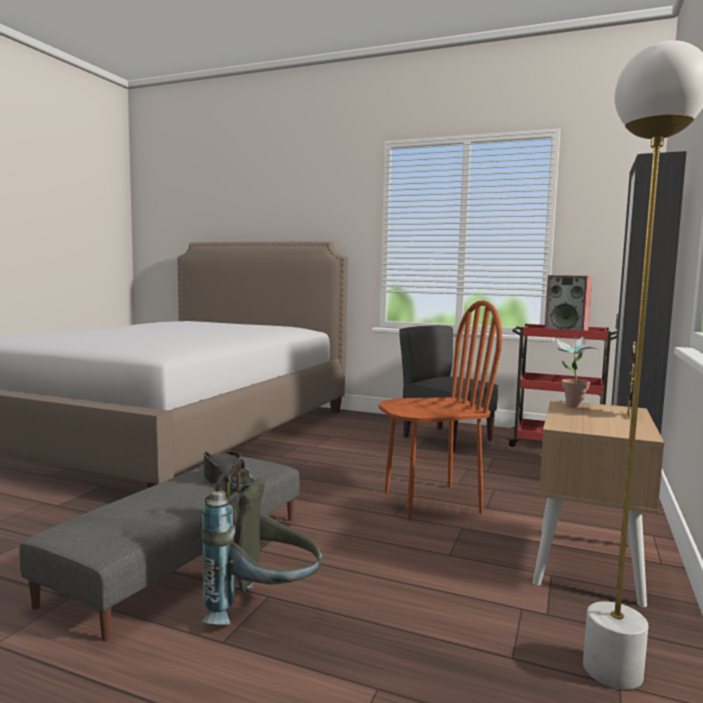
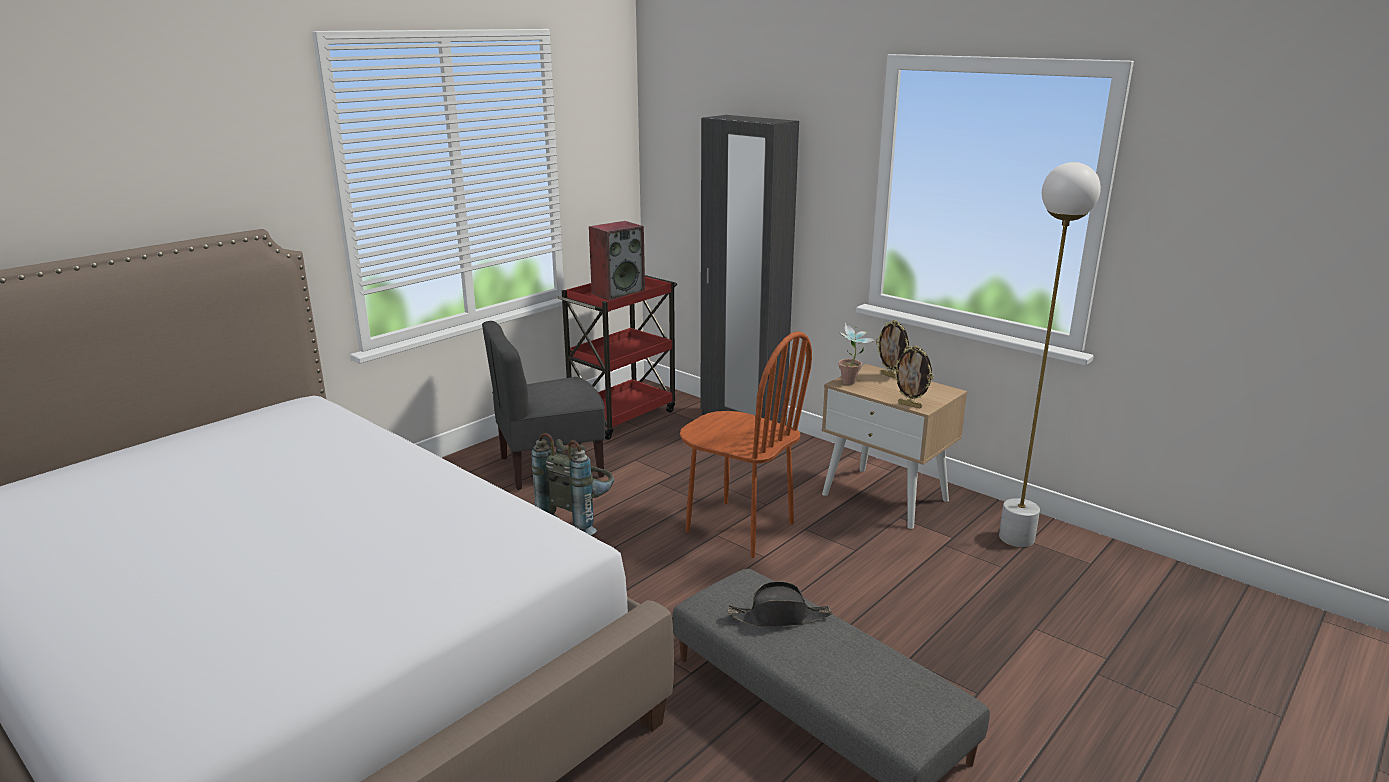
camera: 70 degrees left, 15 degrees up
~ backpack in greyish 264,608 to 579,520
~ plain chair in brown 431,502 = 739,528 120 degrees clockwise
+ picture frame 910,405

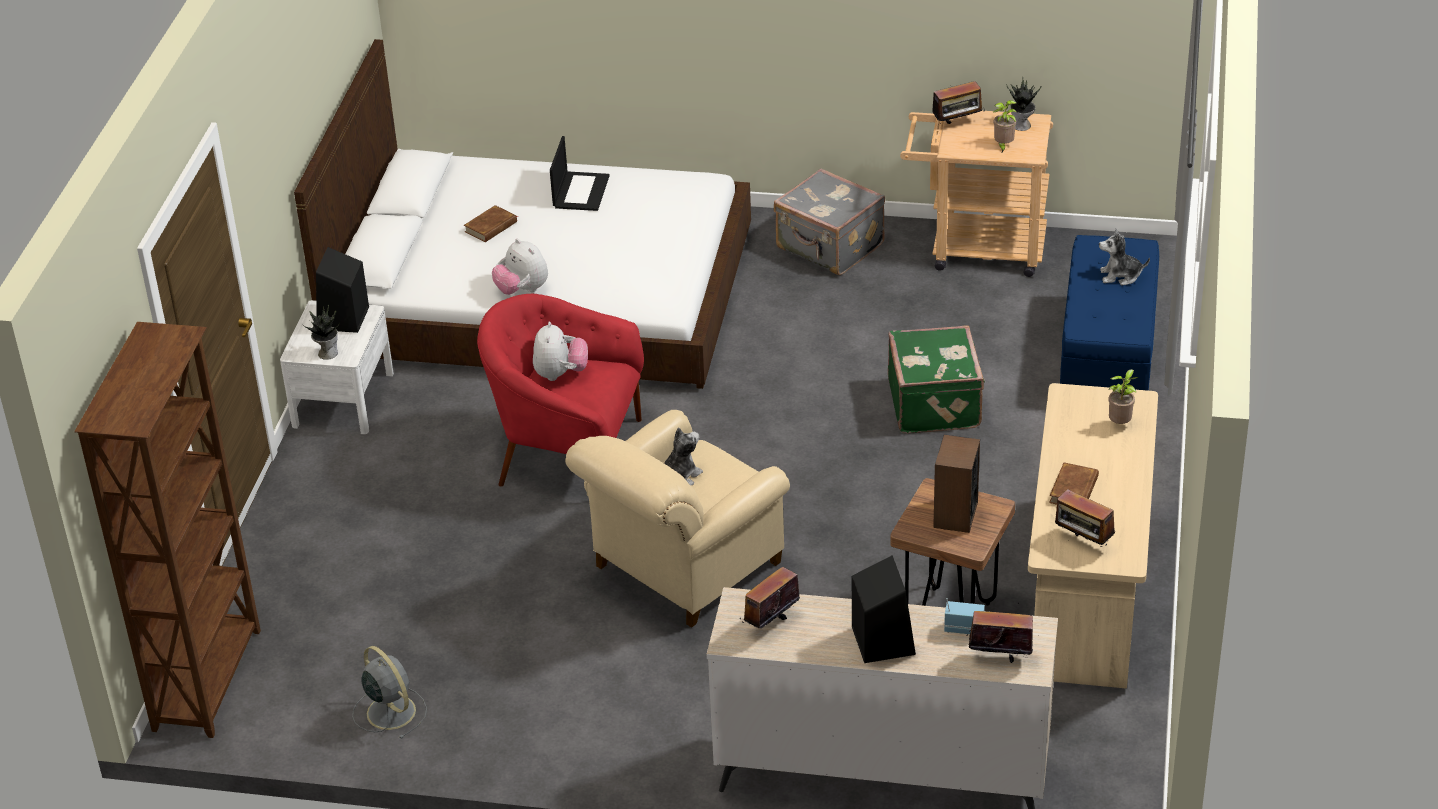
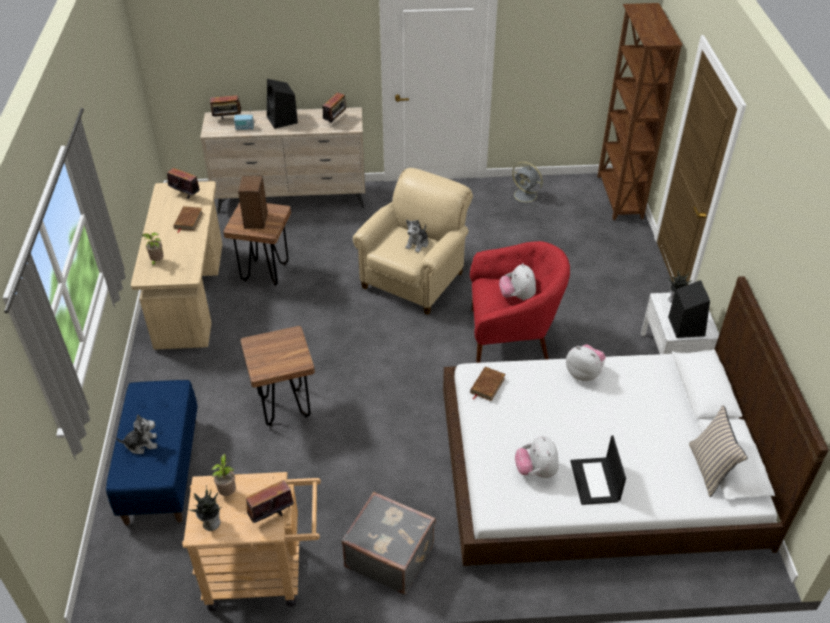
camera: 165 degrees right, 5 degrees up
~ travel case in green-coloured 936,404 to sitting stool in brown 285,407
~ book in brown 491,227 to 487,385
+ soft toy 536,471
+ pillow in beige 709,468

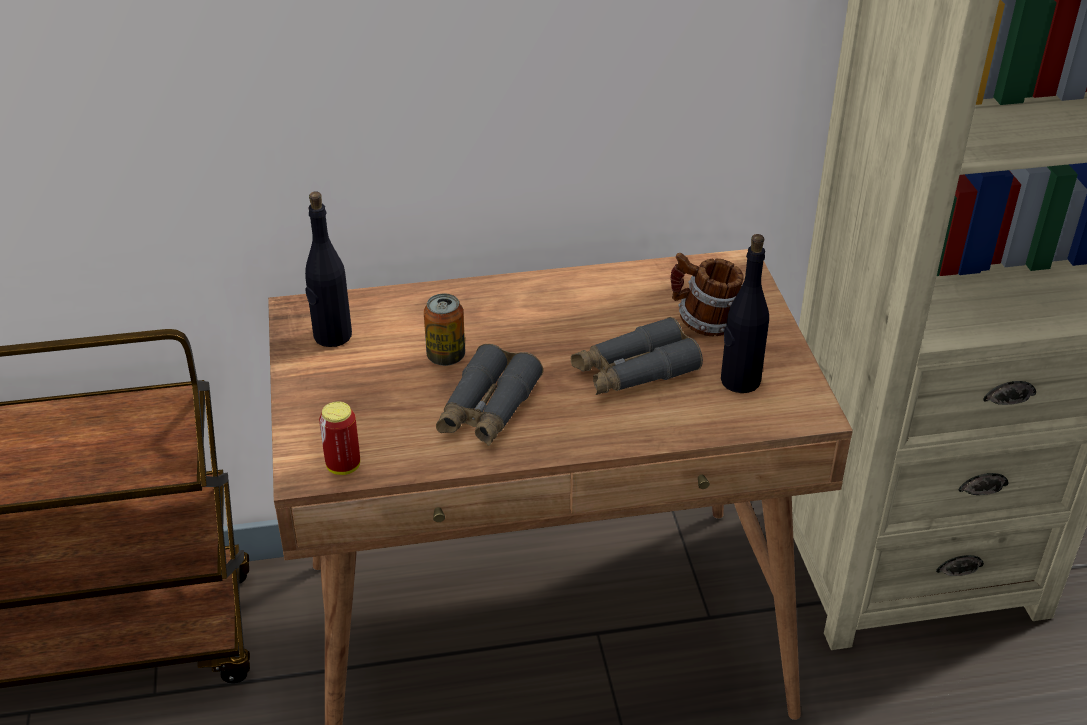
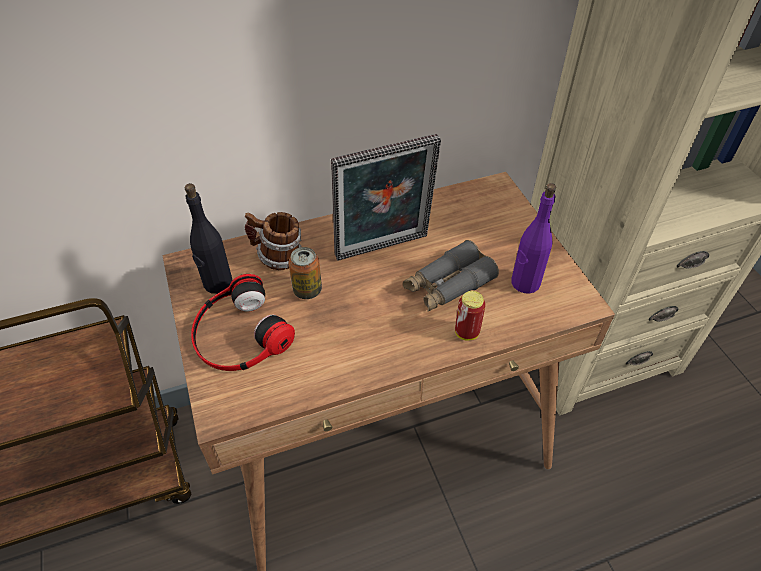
camera: 10 degrees left, 10 degrees up
+ pair of headphones 239,334
~ mug 703,322 to 277,258
+ picture frame 383,249
~ can 343,466 to 466,332
~ drink bottle in black-coloured 739,381 to drink bottle in purple-coloured 525,283
- pair of binoculars in greyish 488,409

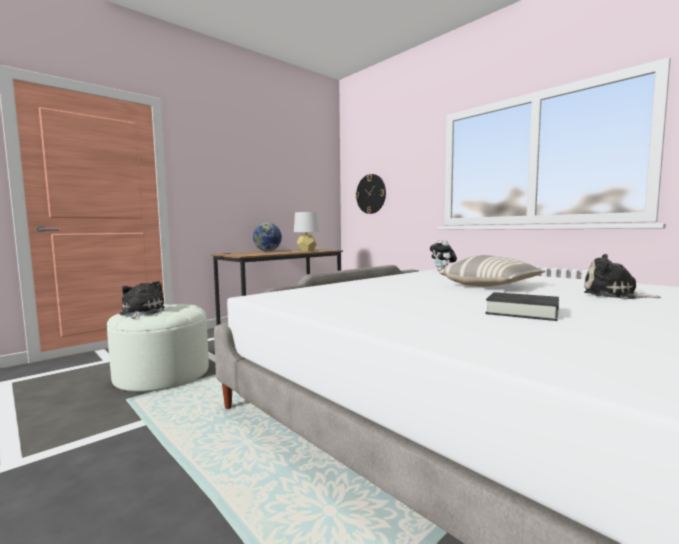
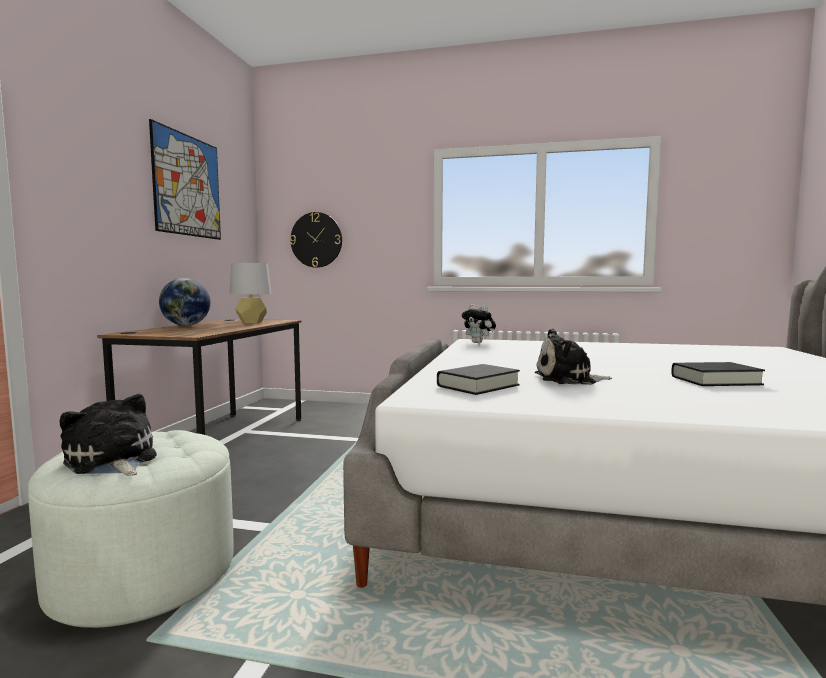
camera: 35 degrees left, 0 degrees up
+ picture 187,185
+ book in black-coloured 478,385
~ soft toy 614,295 to 568,379
- pillow 491,286

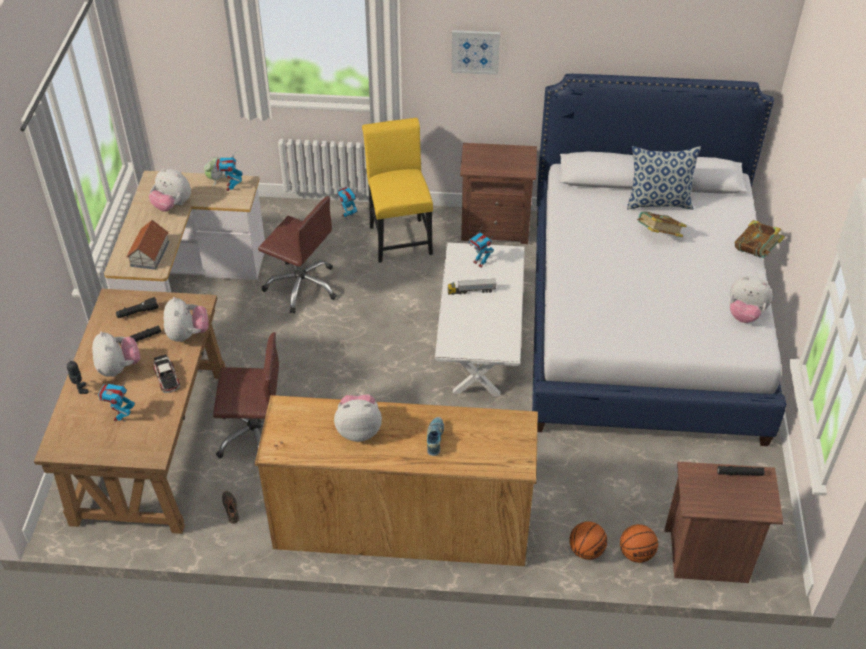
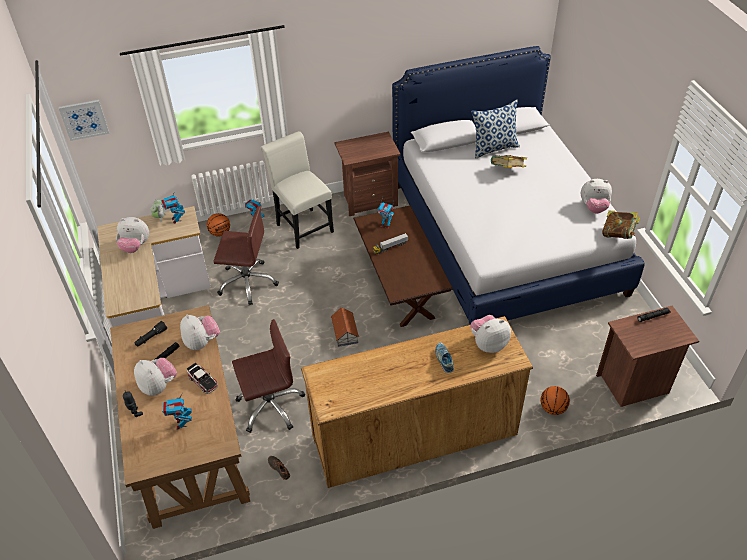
camera: 20 degrees left, 0 degrees up
~ picture 475,51 to 84,119
~ basketball 636,553 to 220,233
~ plain chair in yellowish 399,236 to plain chair in white-coloured 302,226
~ toy house 150,253 to 345,332
~ coffee table in white-coloured 480,342 to coffee table in brown 401,284
~ soft toy 359,430 to 488,344
~ book 756,252 to 618,234

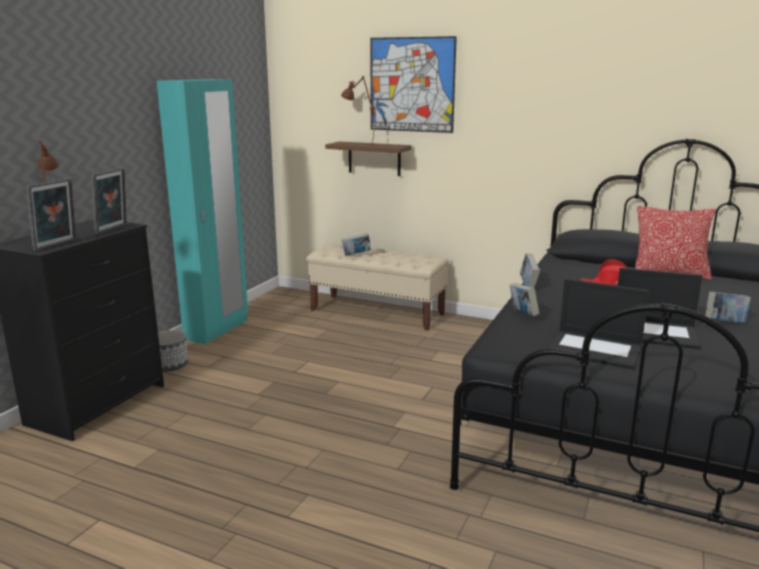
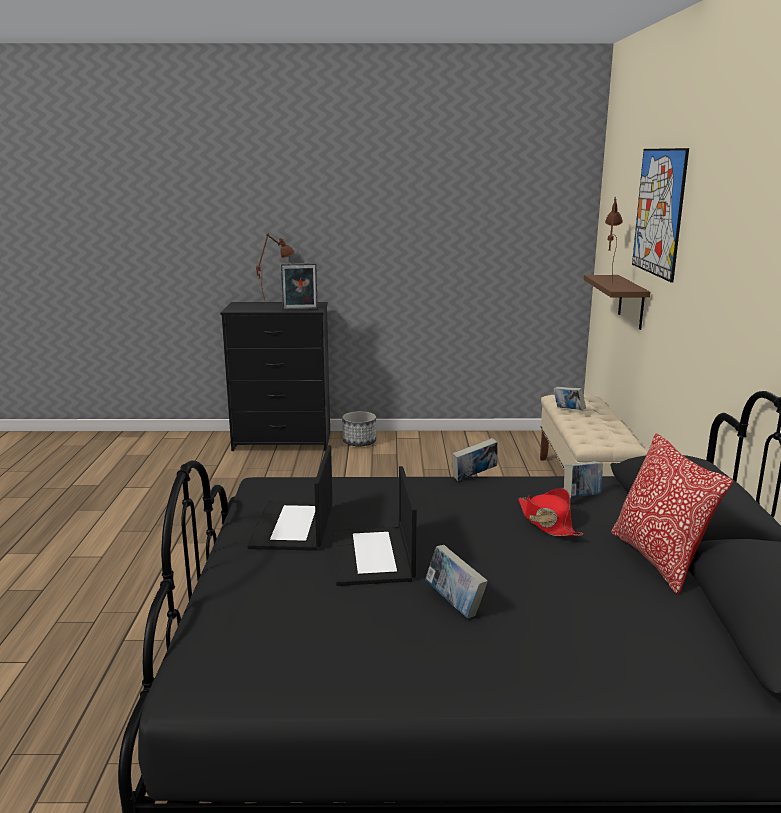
camera: 65 degrees right, 0 degrees up
~ book 522,314 to 581,498
- picture frame 57,245
- armoire in turquoise 217,329

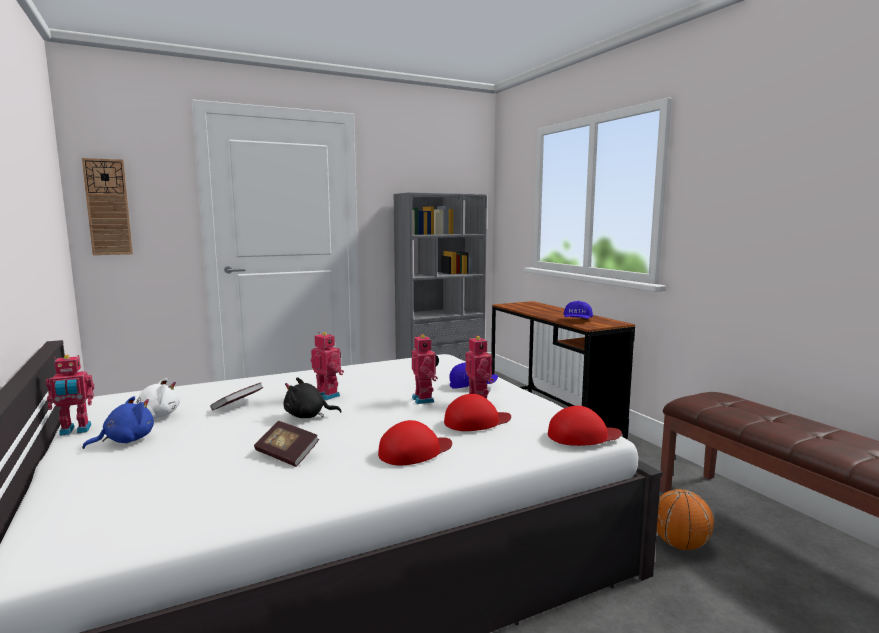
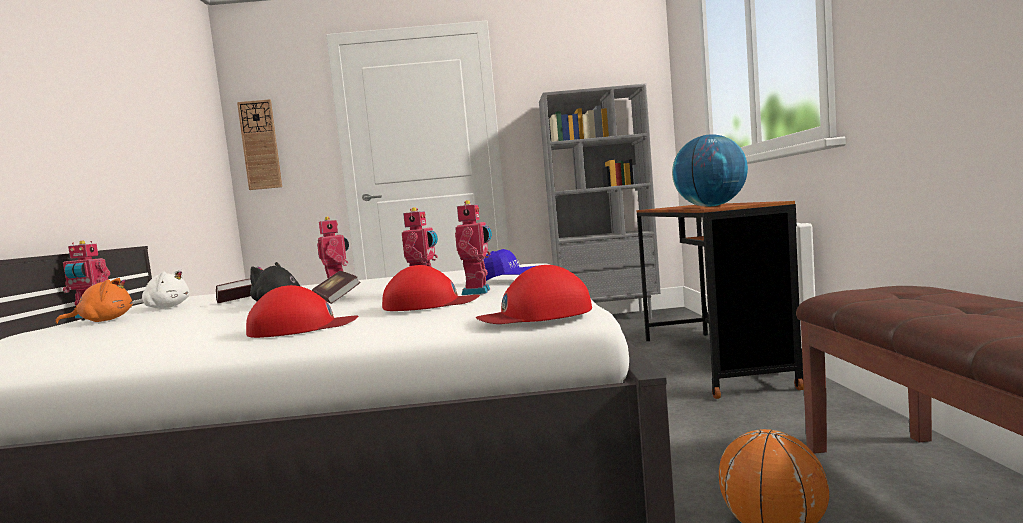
camera: 25 degrees right, 5 degrees down
~ soft toy in blue 125,441 to soft toy in orangey 102,321
~ book 287,455 to 337,299
~ baseball cap in reddish 583,435 = 537,314 150 degrees clockwise
~ baseball cap in blue 577,320 to desk globe 711,206

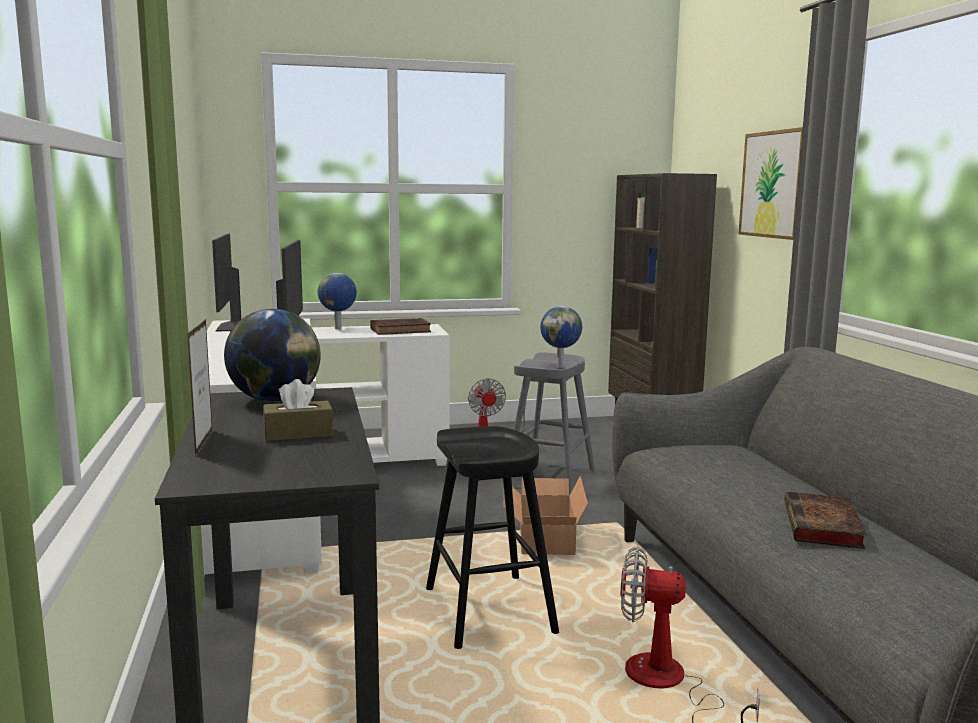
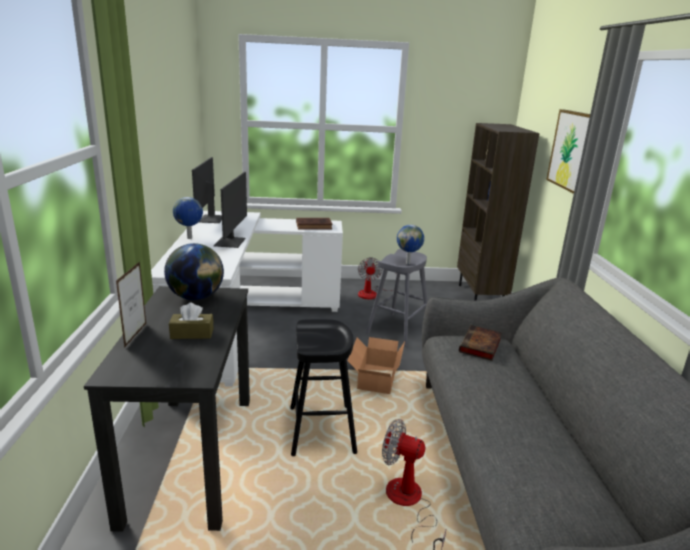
camera: 10 degrees right, 10 degrees up
~ desk globe 338,329 to 190,238
~ book 823,527 to 480,346

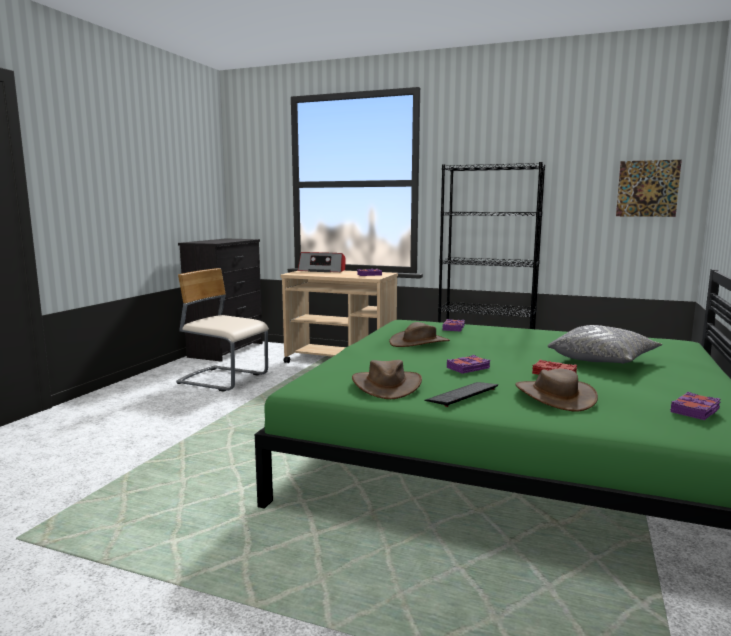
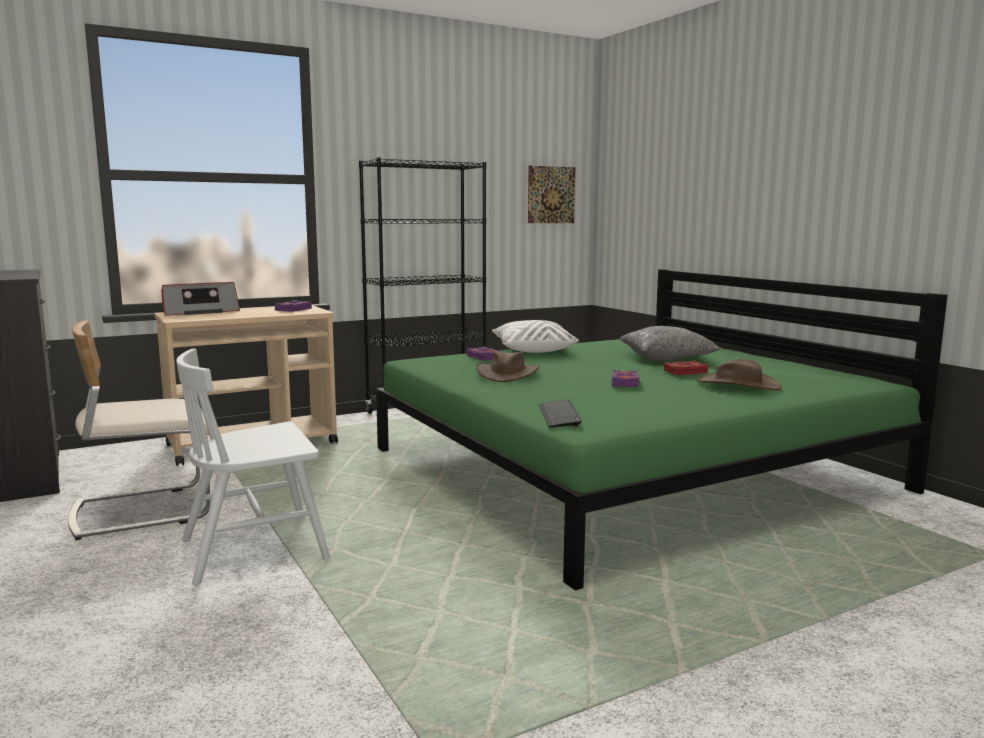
camera: 50 degrees left, 0 degrees up
+ plain chair in white-coloured 255,549
+ pillow in white-coloured 532,350
~ keyboard 462,395 to 559,415
- wearable hat in brown 386,385
- book in purple-coloured 695,411

